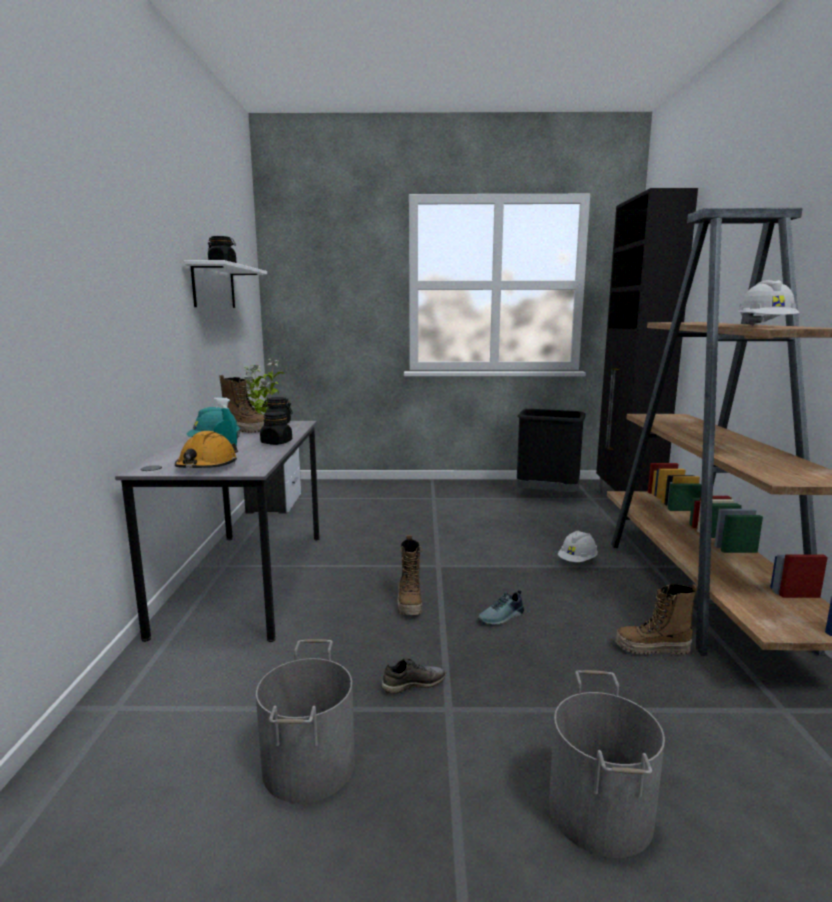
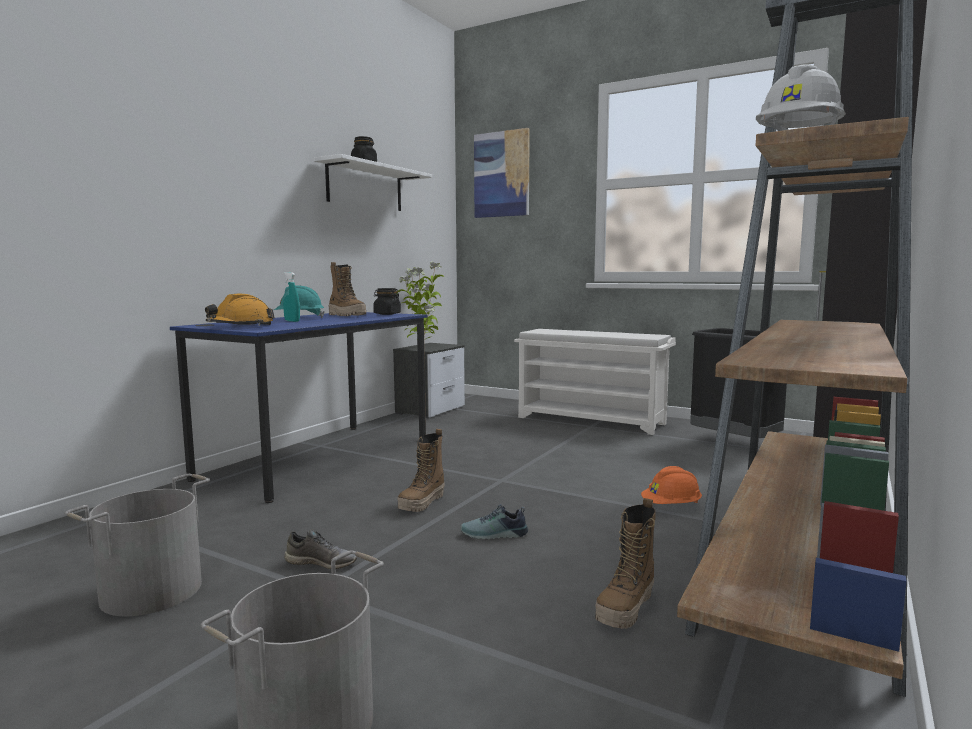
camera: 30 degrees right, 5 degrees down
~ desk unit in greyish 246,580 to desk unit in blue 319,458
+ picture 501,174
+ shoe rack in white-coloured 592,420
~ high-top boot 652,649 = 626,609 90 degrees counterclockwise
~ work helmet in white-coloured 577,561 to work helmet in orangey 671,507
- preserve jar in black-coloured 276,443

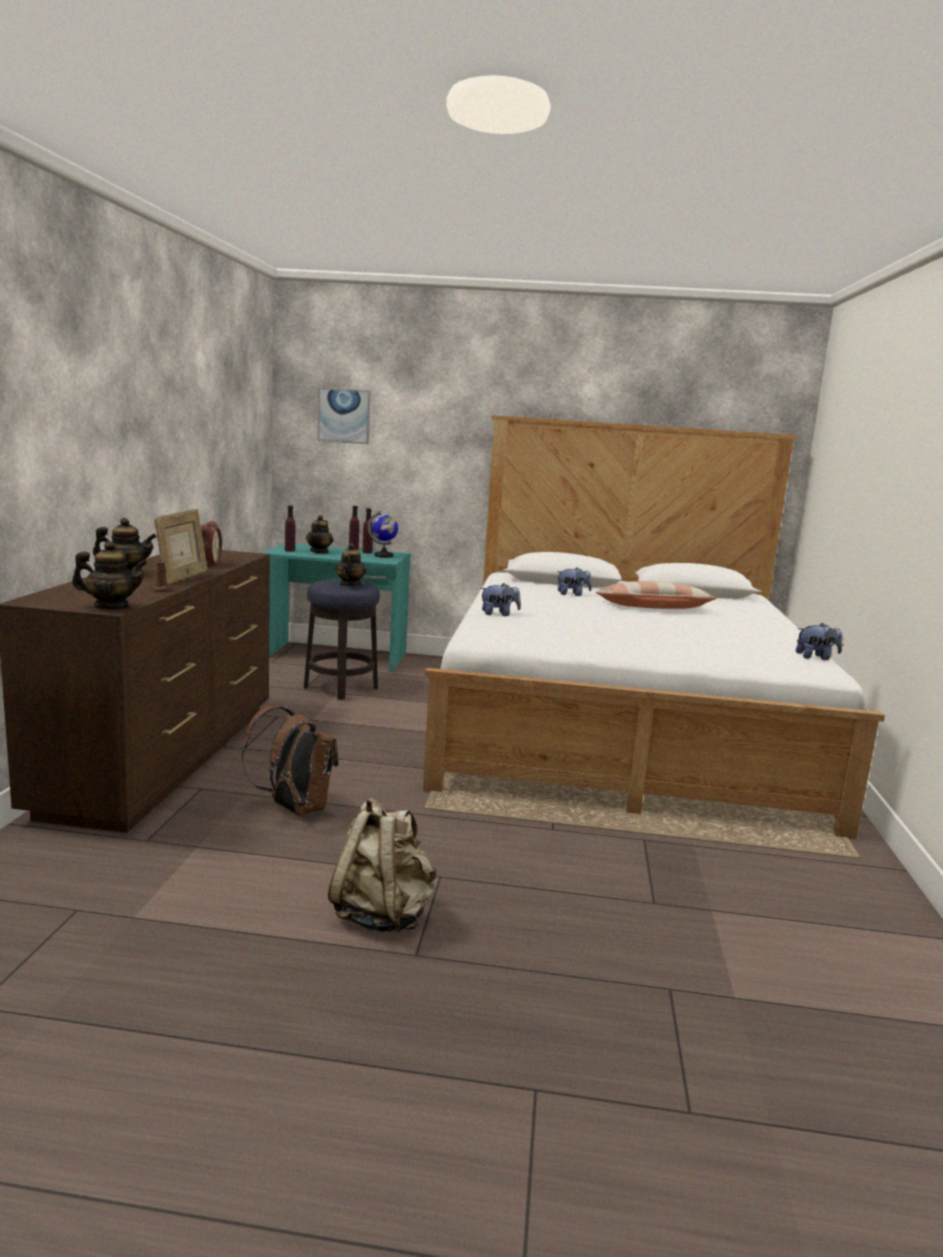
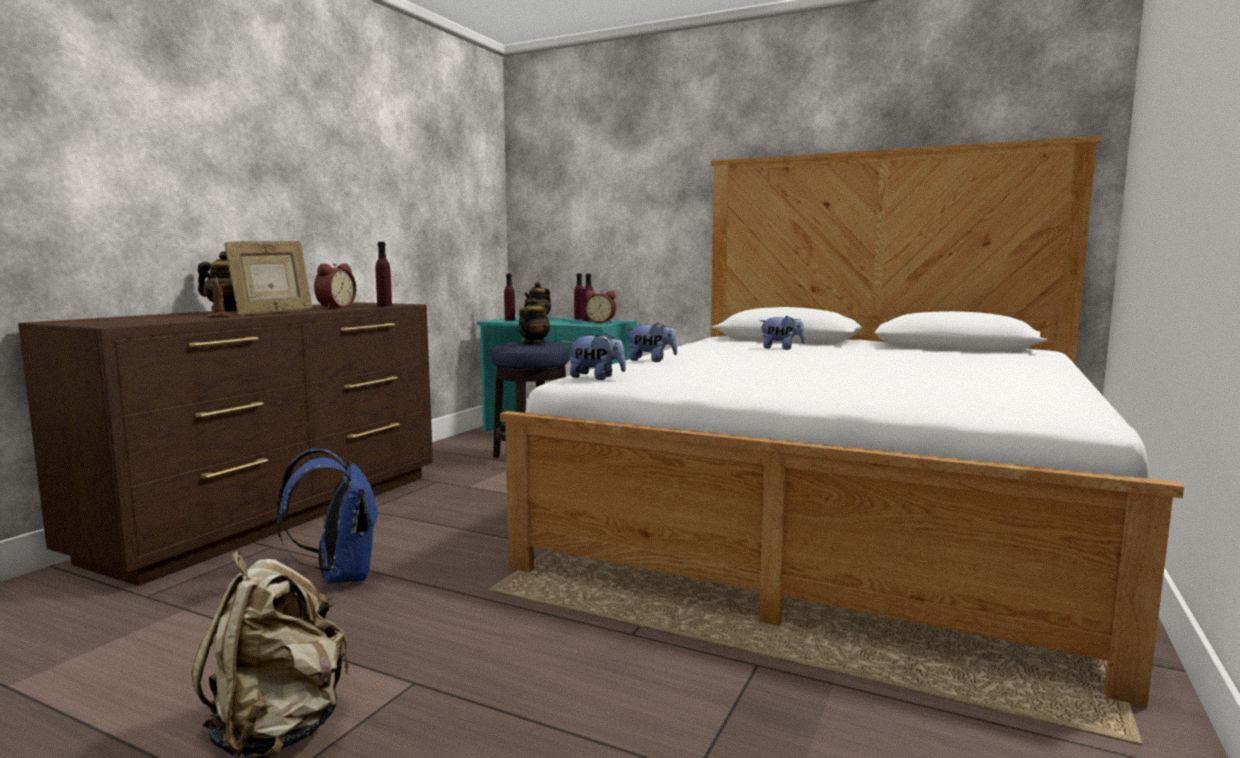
camera: 20 degrees right, 5 degrees down
~ backpack in brown 294,808 to backpack in blue 339,576
+ drink bottle in purple-coloured 384,306
~ soft toy 816,658 to 596,378
~ desk globe 383,556 to table clock 601,322
- teapot 111,607
- picture 344,416
- pillow 653,608

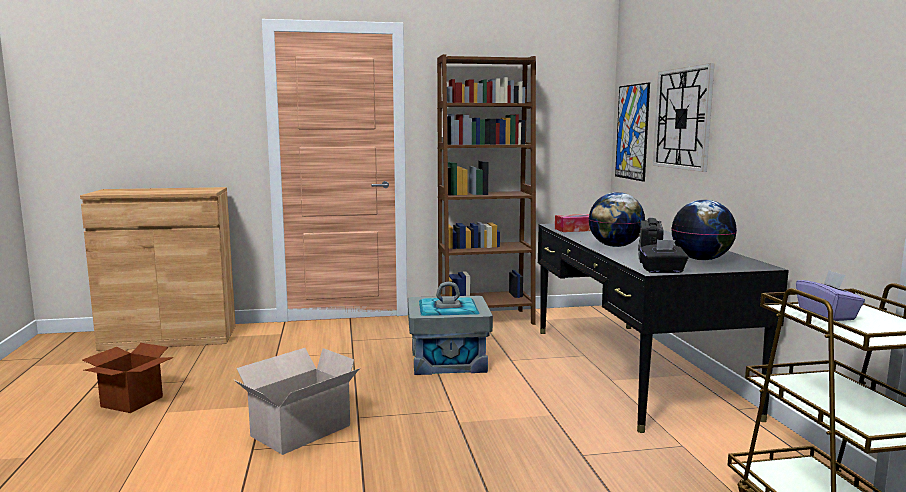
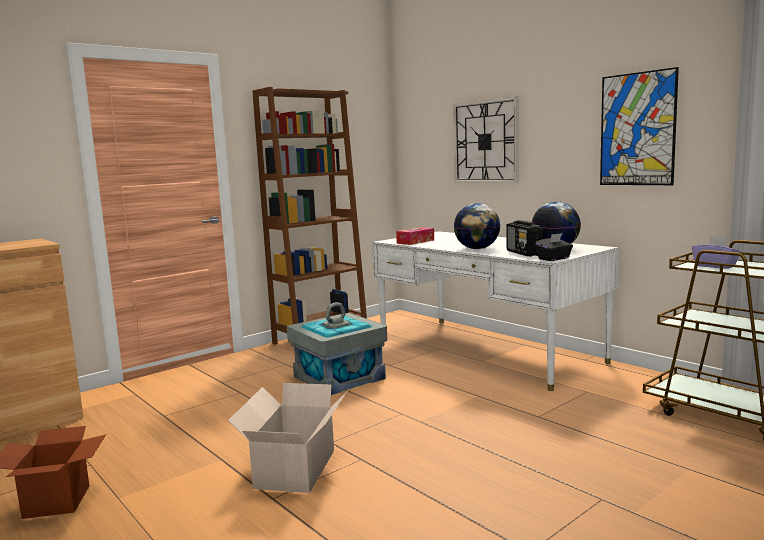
camera: 30 degrees left, 0 degrees up
~ desk unit in black-coloured 633,369 to desk unit in white-coloured 486,350
~ picture 632,132 to 637,129

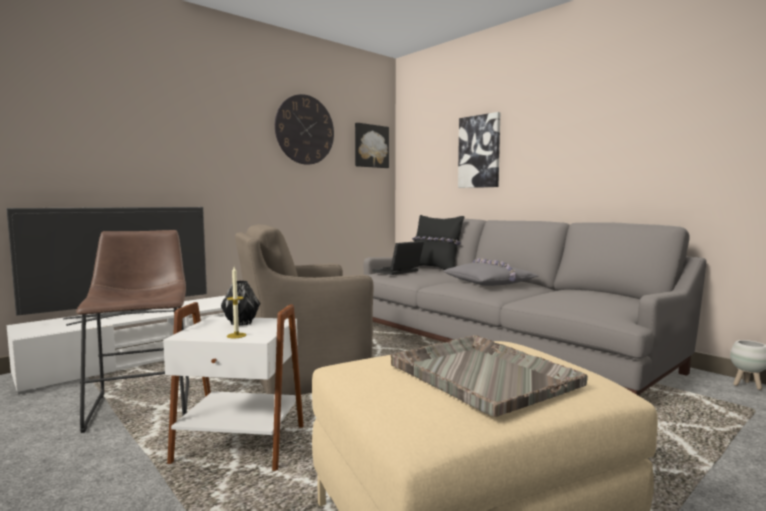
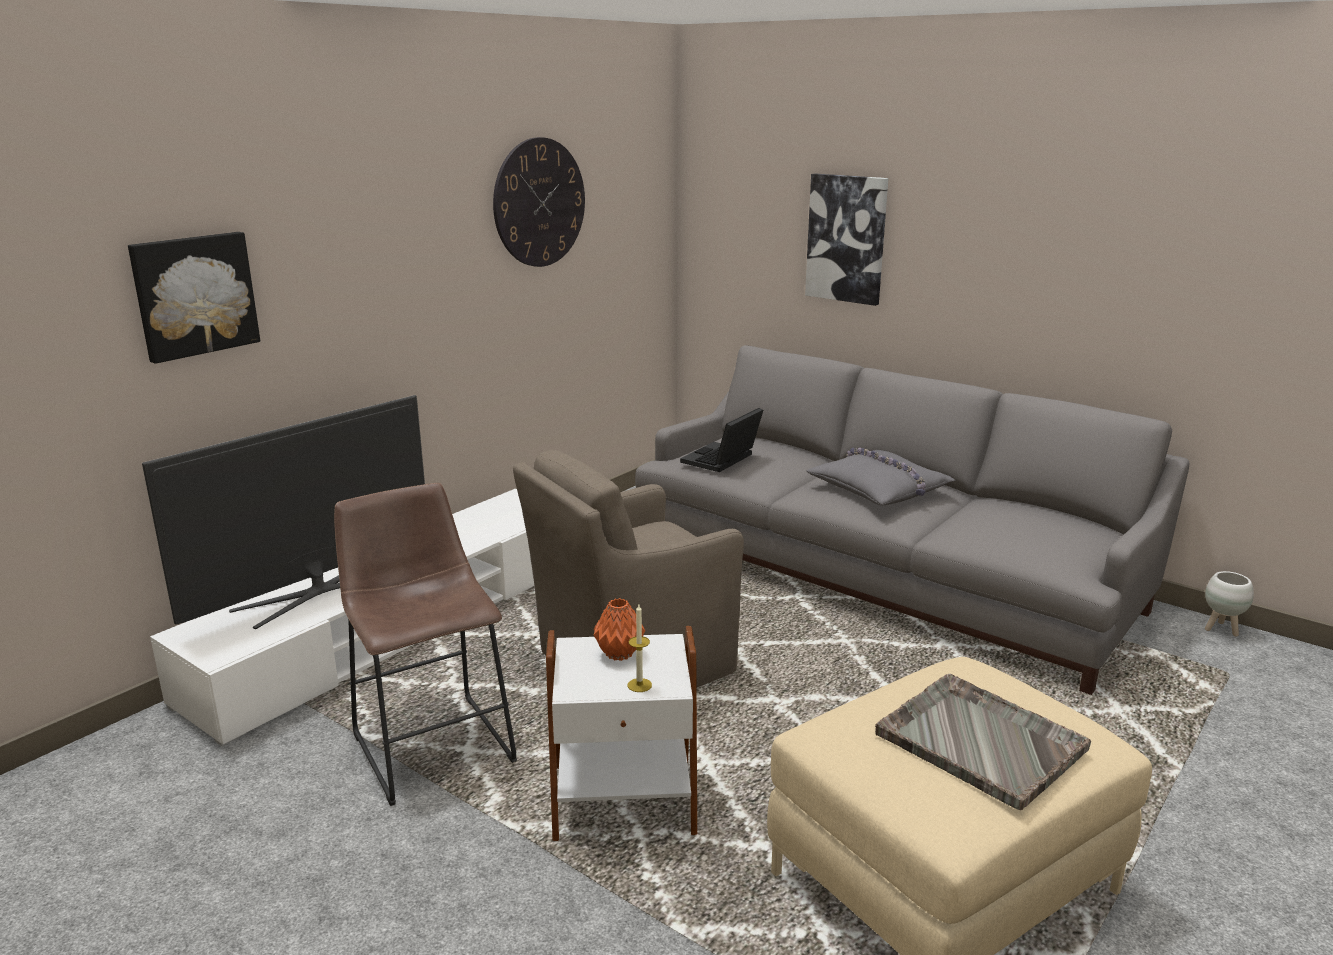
camera: 10 degrees left, 15 degrees up
~ picture 371,146 to 194,295
~ vase in black-coloured 241,323 to vase in orangey 619,653
- pillow in black-coloured 435,269

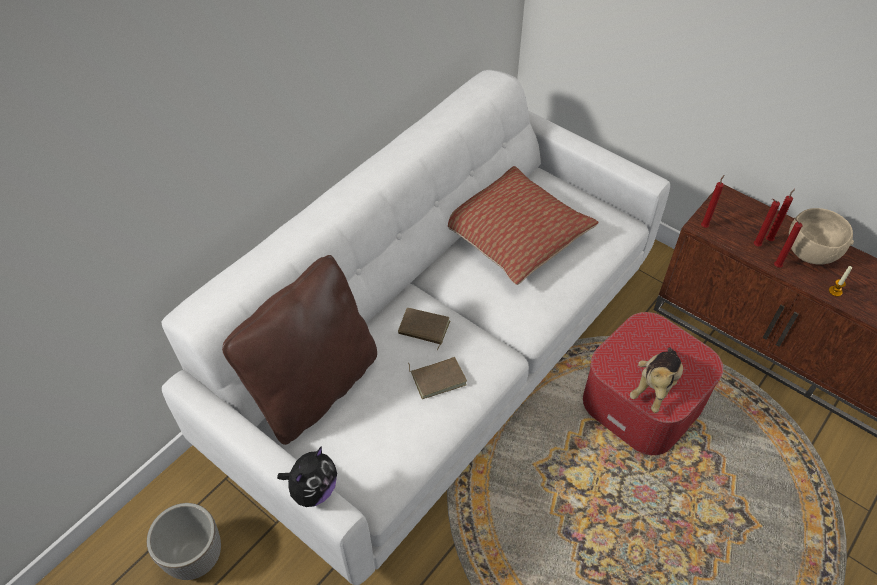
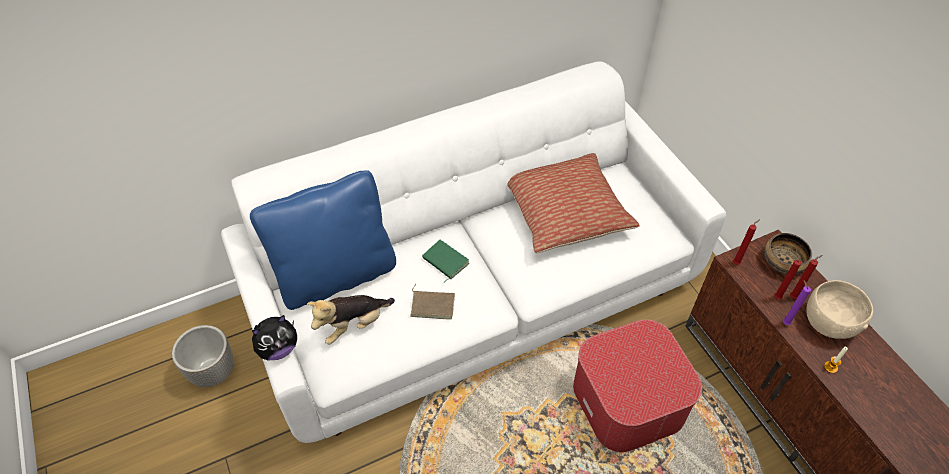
camera: 25 degrees right, 0 degrees up
~ pillow in brown 315,387 to pillow in blue 336,275
~ soft toy 655,387 to 354,325
~ book in brown 423,329 to book in green-coloured 444,261
+ serving bowl 782,262
~ wax candle in reddish 775,266 to wax candle in purple-coloured 784,322

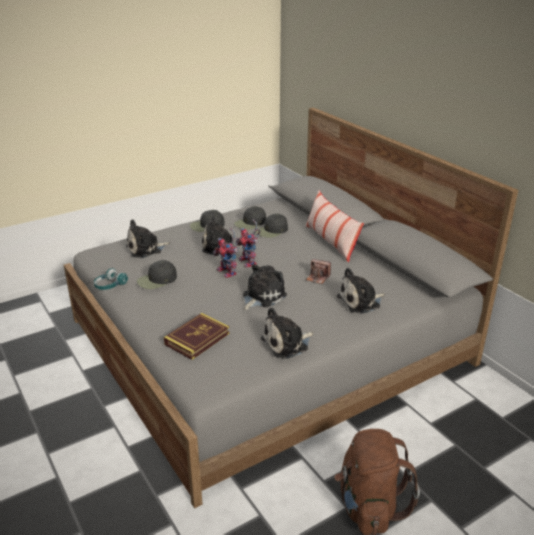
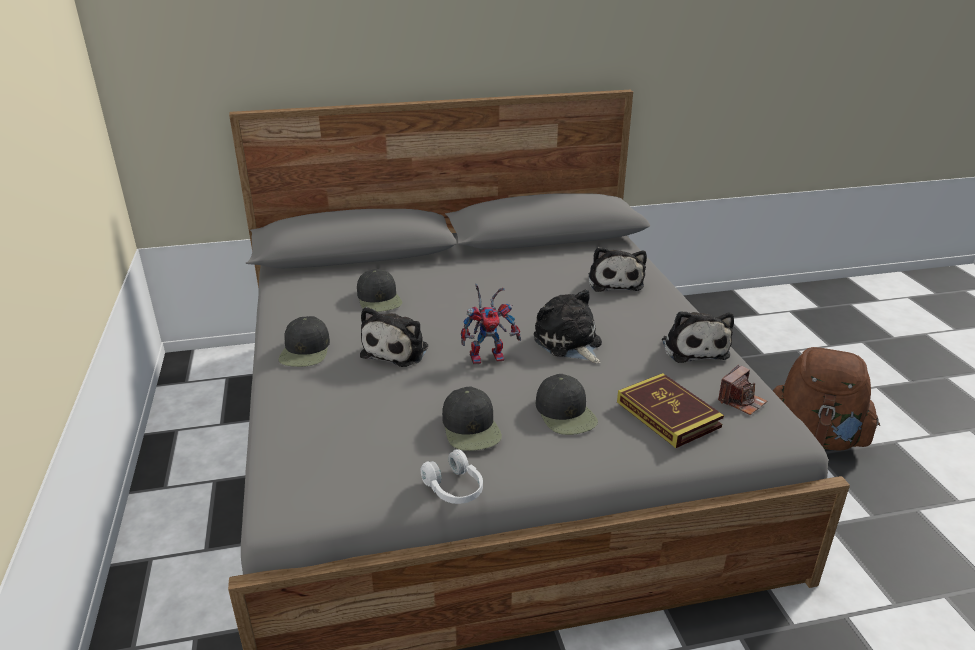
camera: 70 degrees left, 0 degrees up
~ pair of headphones in turquoise 110,285 to pair of headphones in white-coloured 454,489
~ baseball cap in black-coloured 250,223 to 566,413
~ still camera 318,278 to 741,401
- soft toy 146,249
- robot figure 250,262
- pillow 331,242

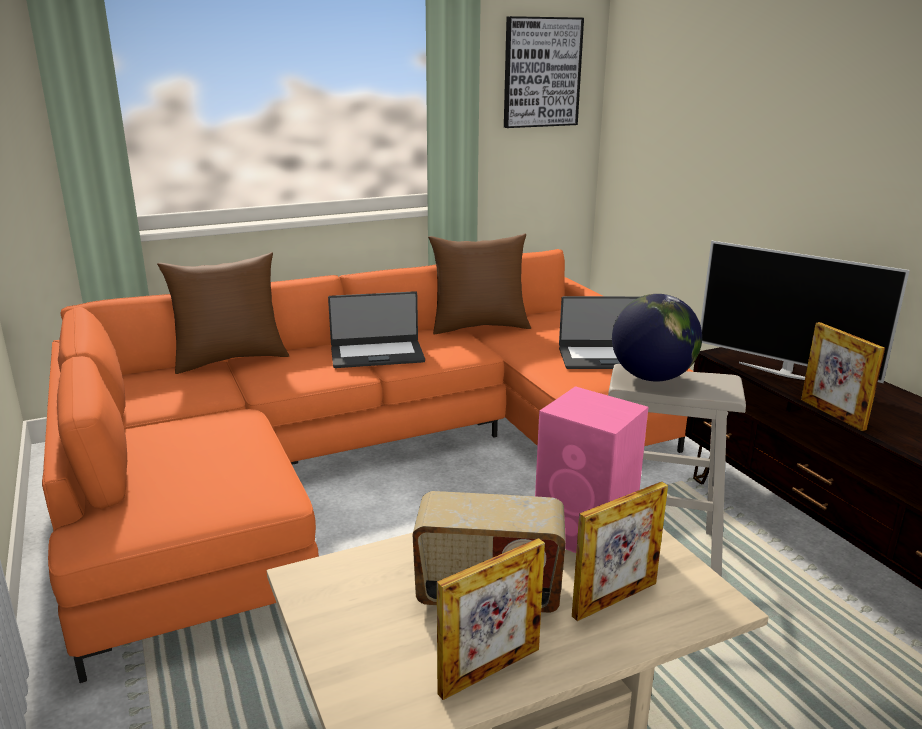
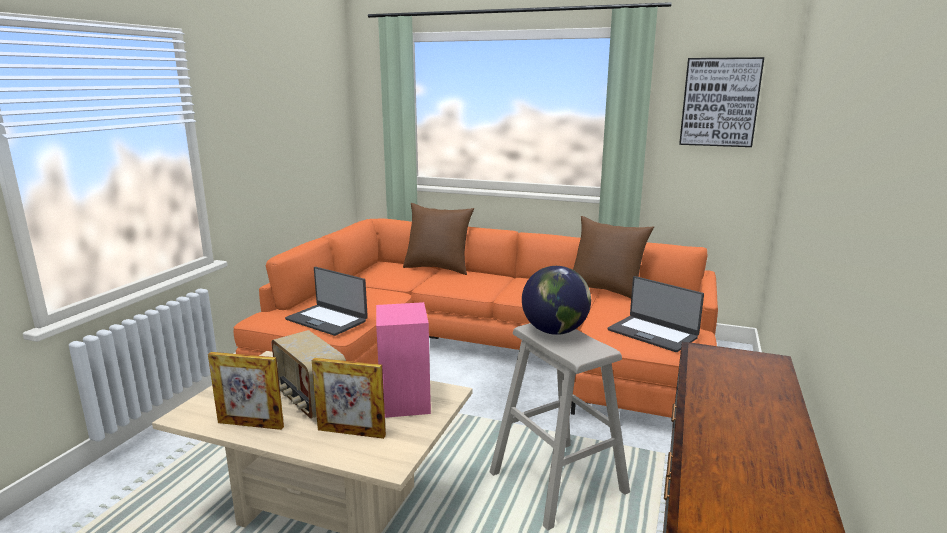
camera: 45 degrees right, 5 degrees down
~ portable computer 377,354 to 327,320
- TV 784,373
- picture frame 832,414

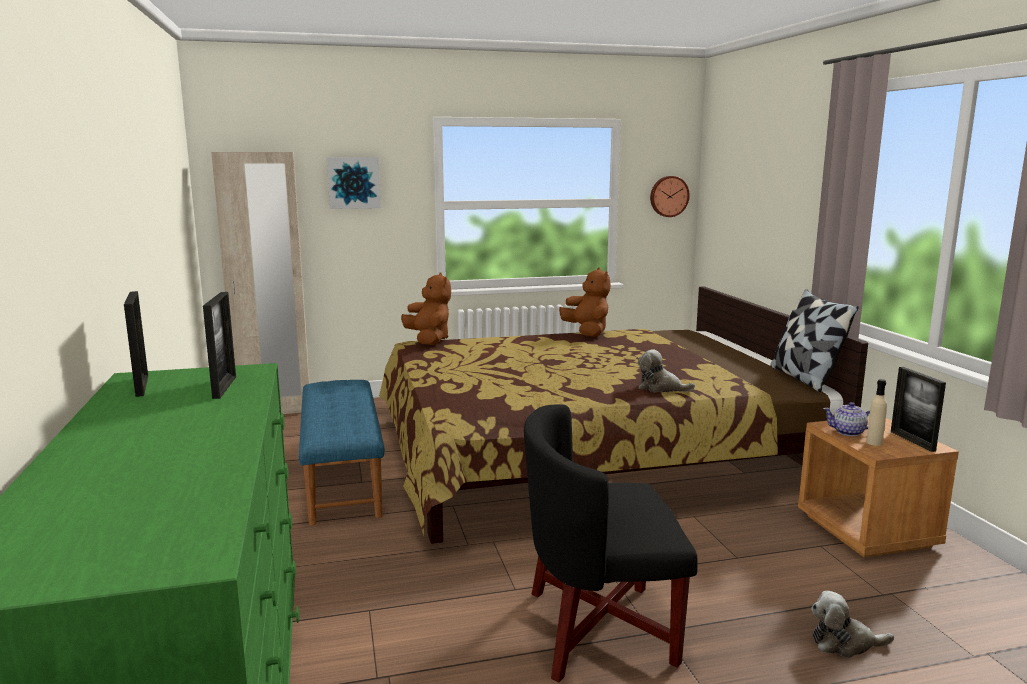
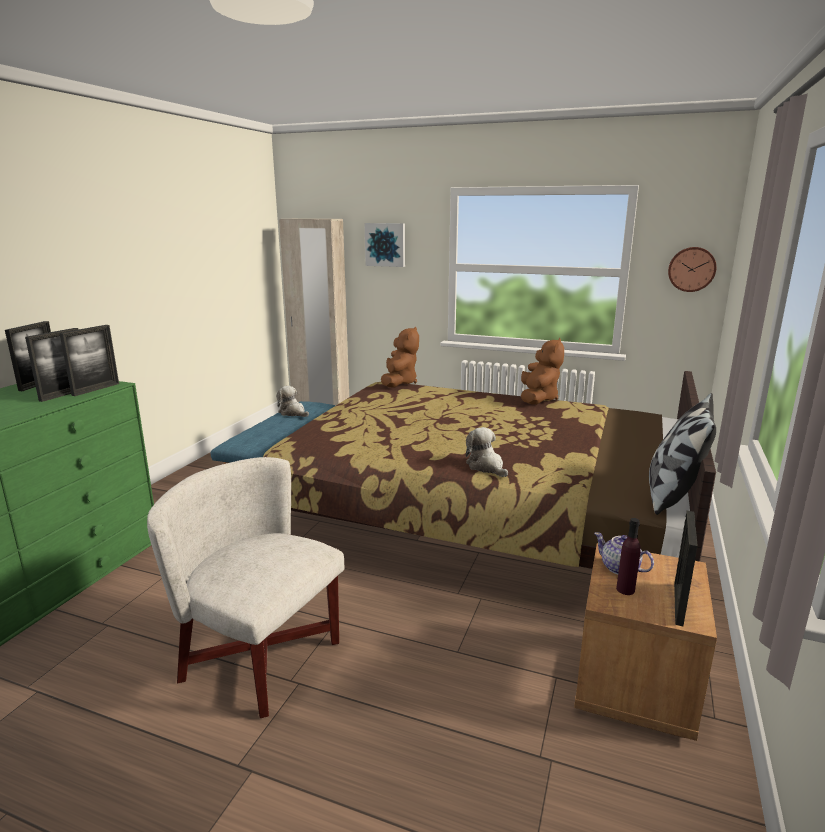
camera: 35 degrees right, 5 degrees up
+ picture frame 96,389
~ lounge chair in black-coloured 598,629 to lounge chair in white-coloured 261,658
~ soft toy 844,643 to 293,413
~ drink bottle in beige 874,443 to drink bottle in purple-coloured 625,589

